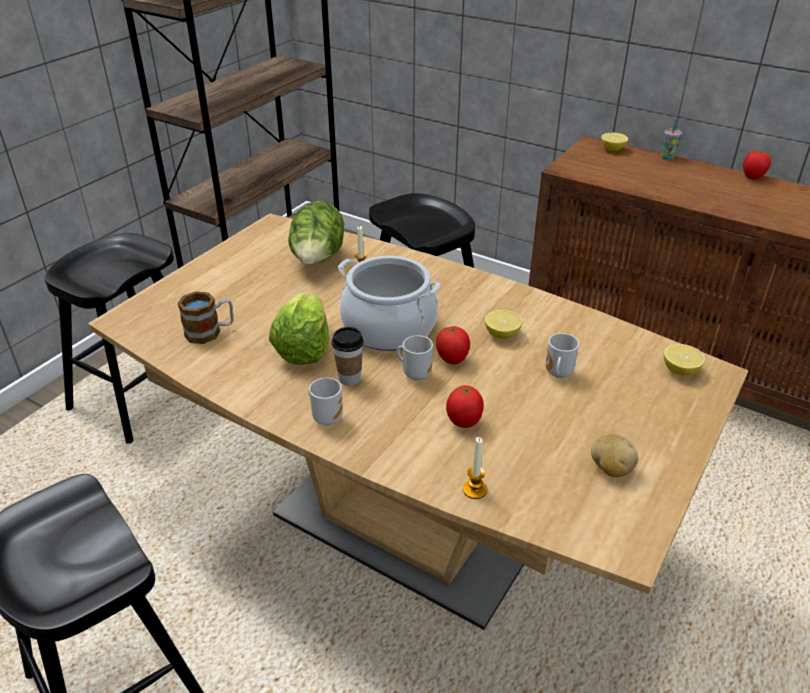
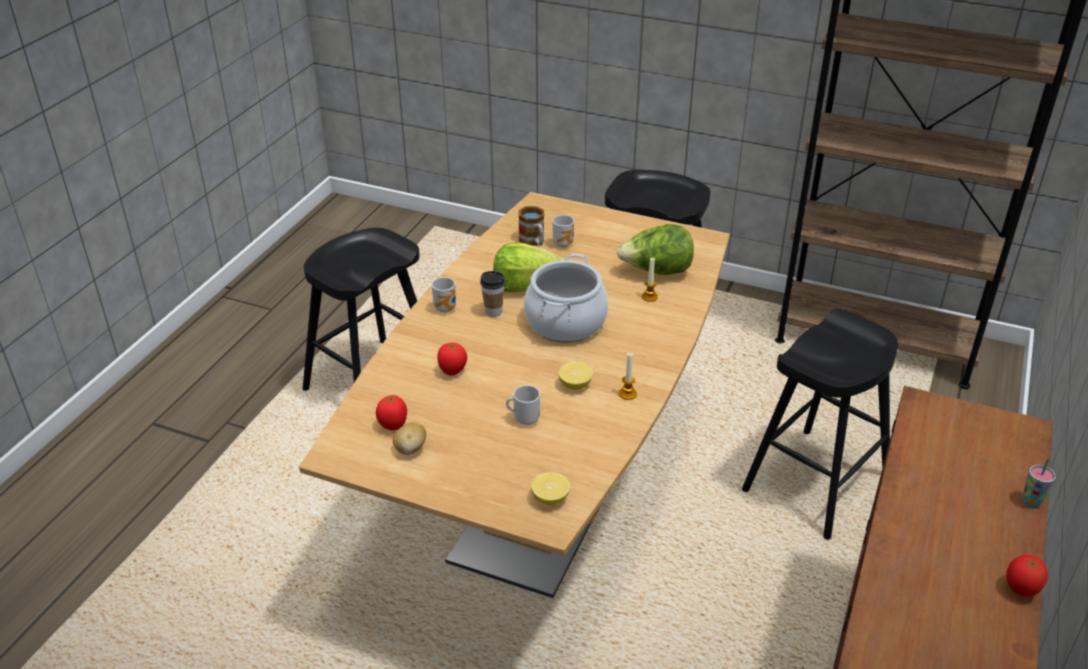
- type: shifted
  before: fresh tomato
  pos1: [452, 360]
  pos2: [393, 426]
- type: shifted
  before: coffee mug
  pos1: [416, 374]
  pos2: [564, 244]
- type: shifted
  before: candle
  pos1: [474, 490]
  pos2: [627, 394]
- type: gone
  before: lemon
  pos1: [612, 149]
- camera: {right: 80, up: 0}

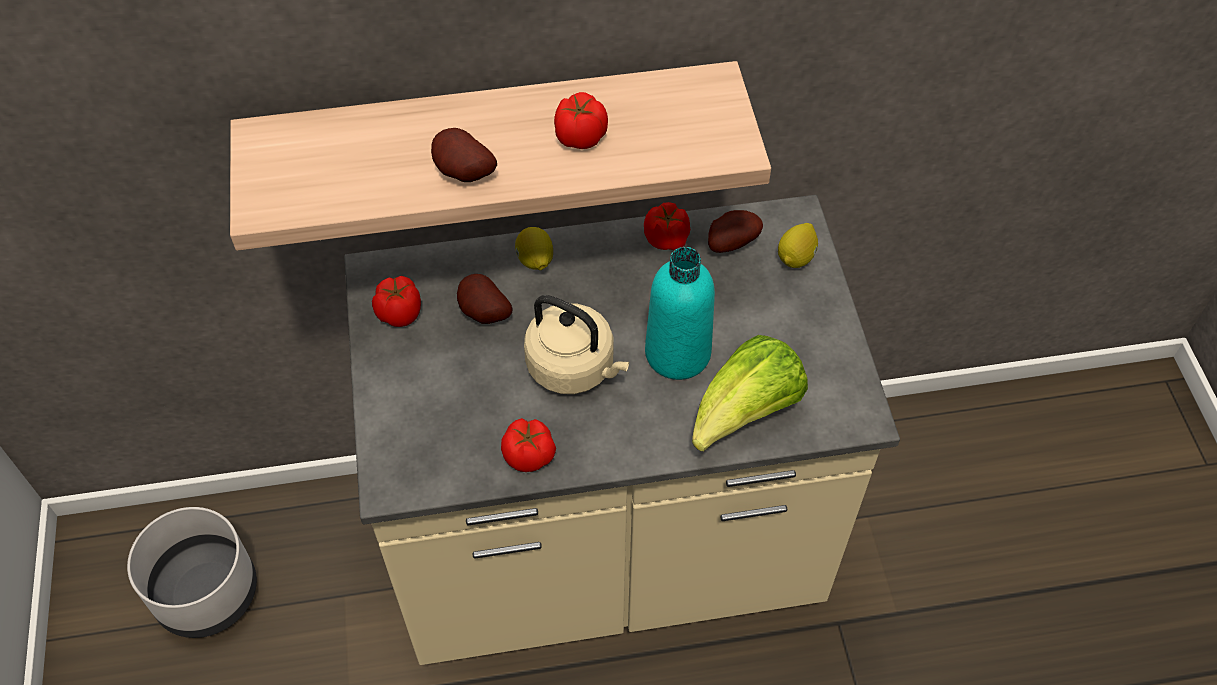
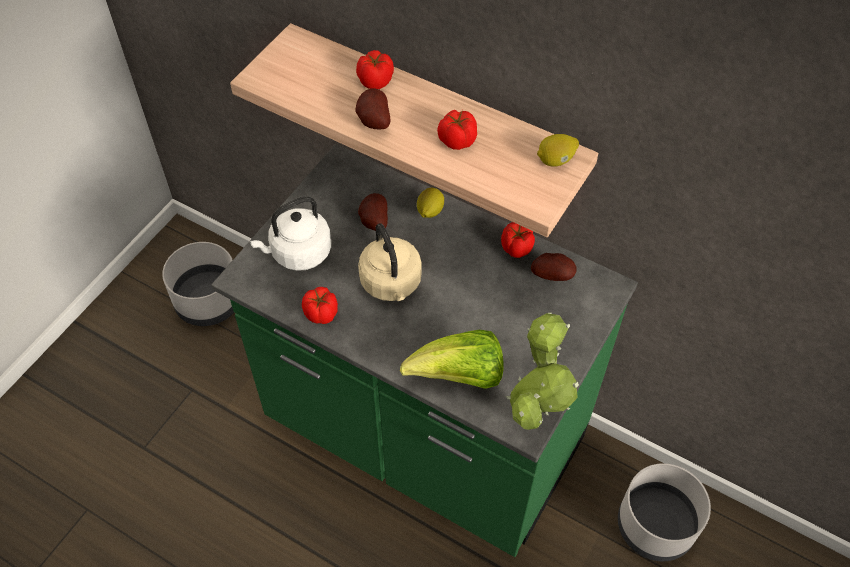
- type: repainted
  before: beige counter
  after: green counter
  pos1: [608, 554]
  pos2: [424, 436]
- type: new
  after: whitish kettle
  pos2: [298, 253]
- type: shifted
  before: fresh tomato
  pos1: [400, 312]
  pos2: [376, 81]
- type: new
  after: houseplant
  pos2: [533, 415]
- type: shifted
  before: lemon
  pos1: [796, 257]
  pos2: [555, 160]
- type: new
  after: gray planter
  pos2: [656, 525]
- type: gone
  before: turquoise-coloured drink bottle
  pos1: [677, 353]
- camera: {right: 40, up: 0}

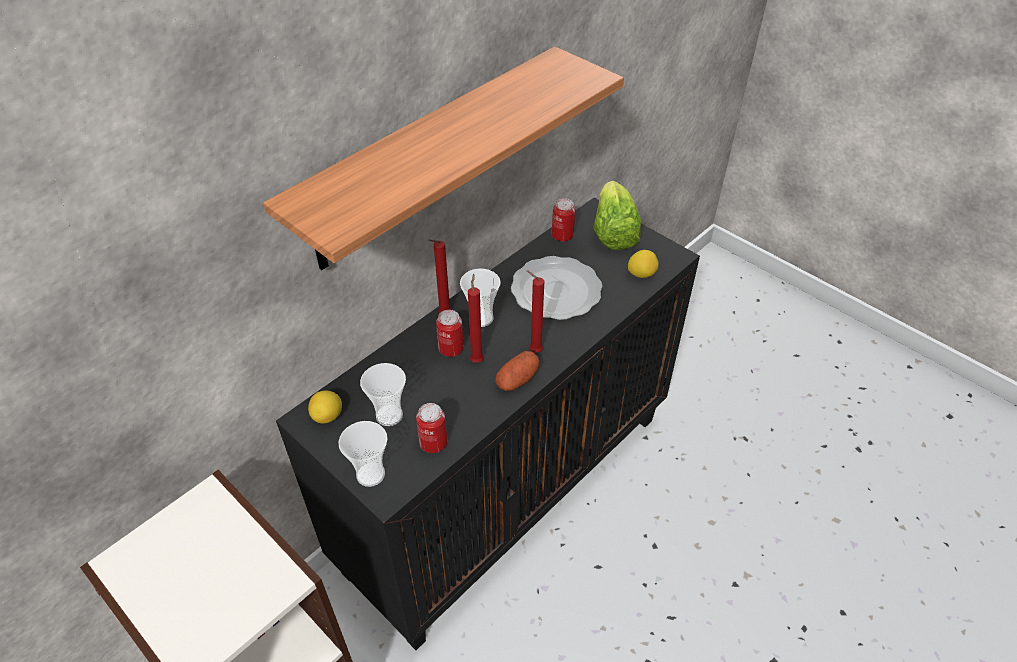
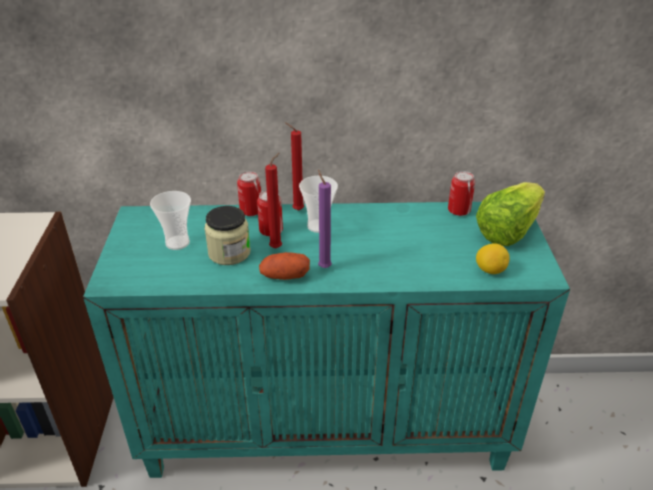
- type: repainted
  before: black-coloured cabinet
  after: turquoise-coloured cabinet
  pos1: [508, 488]
  pos2: [328, 427]
- type: new
  after: preserve jar
  pos2: [229, 253]
- type: shifted
  before: can
  pos1: [433, 443]
  pos2: [251, 211]
- type: repainted
  before: red-coloured candle
  after: purple-coloured candle
  pos1: [533, 351]
  pos2: [323, 266]
- type: gone
  before: shelf
  pos1: [429, 158]
- type: gone
  before: lemon
  pos1: [328, 416]
- type: gone
  before: small cup
  pos1: [370, 474]
- type: gone
  before: flat dish
  pos1: [557, 291]
- camera: {right: 45, up: -10}

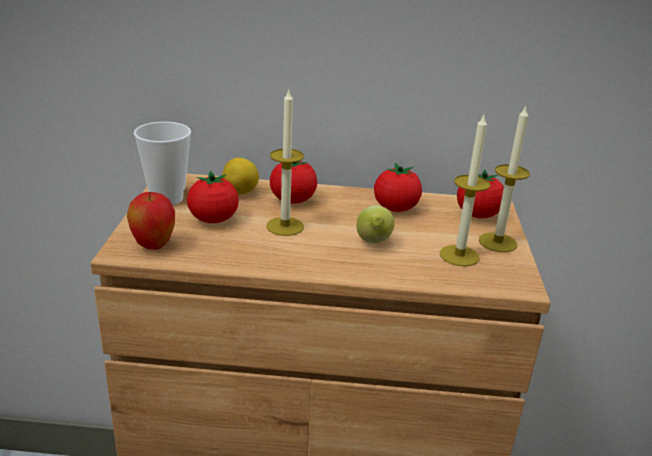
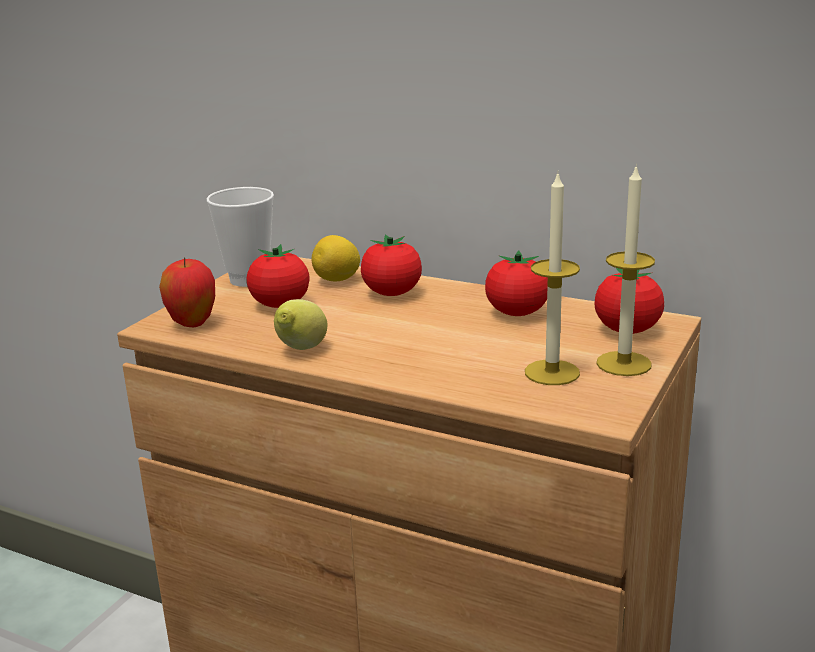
- type: shifted
  before: lemon
  pos1: [373, 243]
  pos2: [301, 350]
- type: gone
  before: candle
  pos1: [285, 226]
- camera: {right: 25, up: -5}

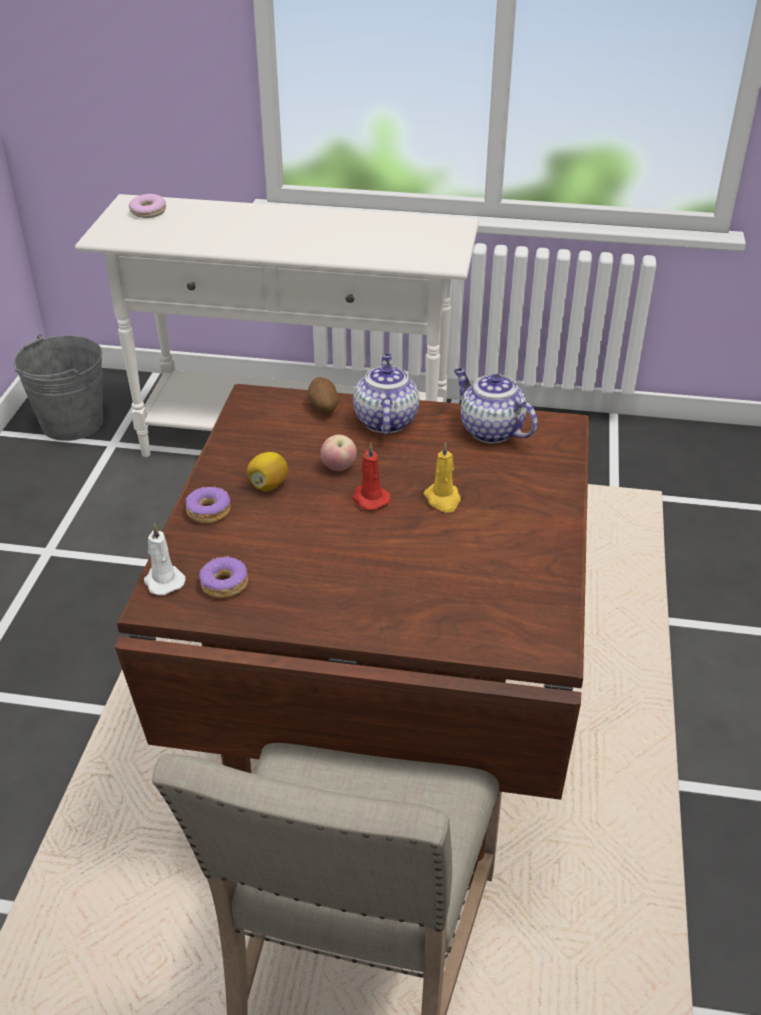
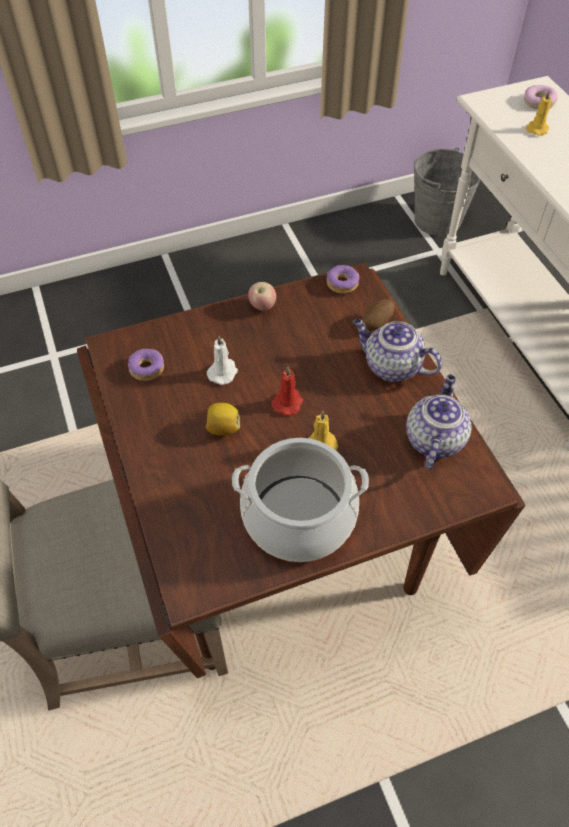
- type: shifted
  before: lemon
  pos1: [268, 485]
  pos2: [223, 428]
- type: shifted
  before: whitish candle
  pos1: [163, 581]
  pos2: [223, 372]
- type: new
  after: cooking pot
  pos2: [299, 517]
- type: shifted
  before: apple fruit
  pos1: [338, 468]
  pos2: [262, 306]
- type: shifted
  before: donut
  pos1: [208, 511]
  pos2: [342, 283]
- type: rotated
  before: teapot
  pos1: [385, 420]
  pos2: [391, 366]
  turn: -120
- type: new
  after: yellowish candle
  pos2: [537, 129]
- camera: {right: 60, up: 15}

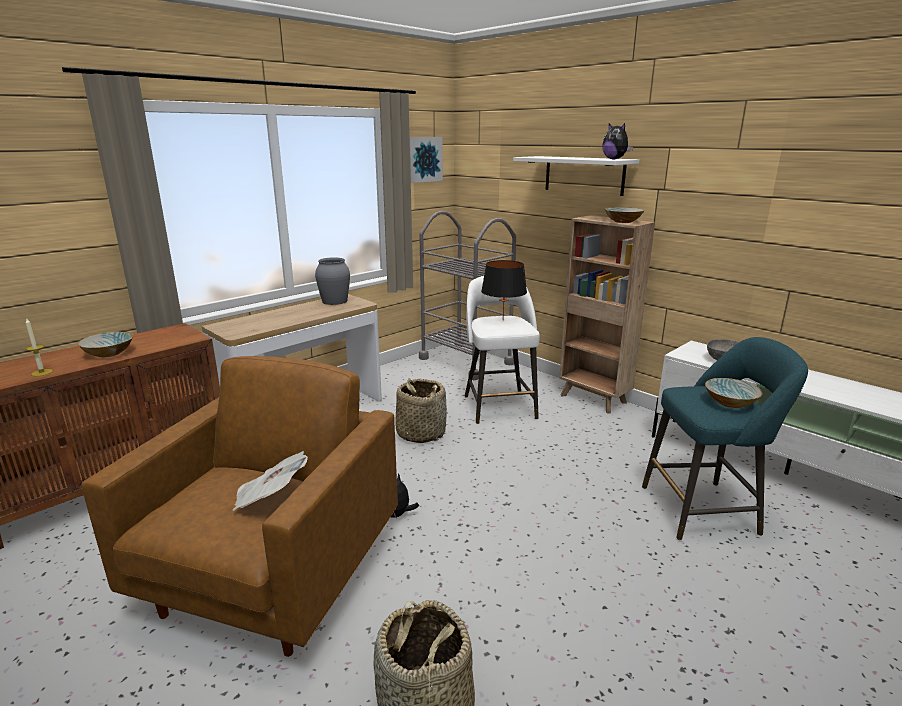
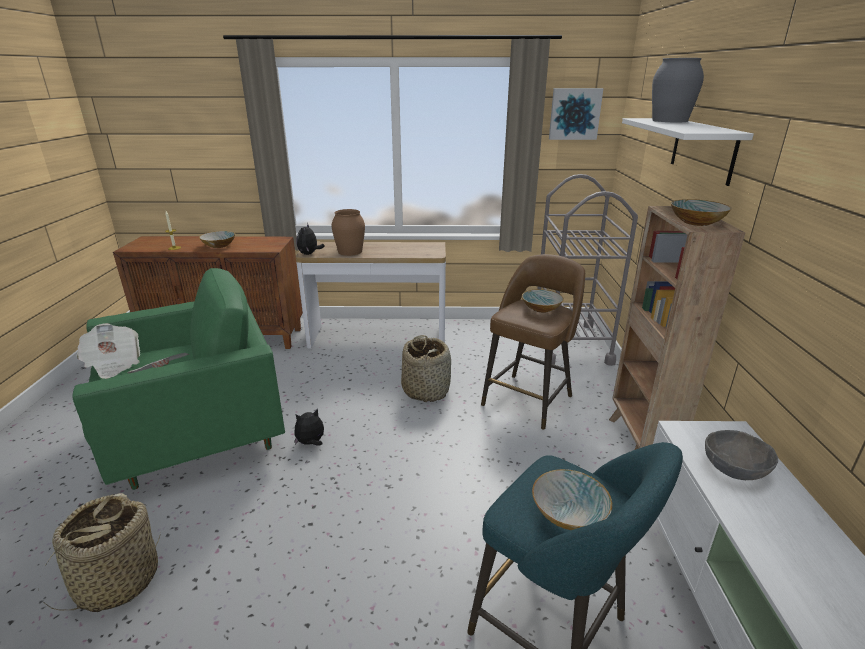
- type: repainted
  before: brown easy chair
  after: green easy chair
  pos1: [272, 576]
  pos2: [197, 437]
- type: new
  after: printed paper
  pos2: [113, 364]
- type: shifted
  before: plush toy
  pos1: [615, 159]
  pos2: [309, 254]
- type: new
  after: brown decorative vase
  pos2: [349, 251]
- type: repainted
  before: whitish sitting stool
  after: brown sitting stool
  pos1: [499, 406]
  pos2: [528, 399]
- type: swapped
  before: black-coloured lamp for a table
  after: deep dish
  pos1: [503, 320]
  pos2: [541, 308]
- type: shifted
  before: gray decorative vase
  pos1: [334, 301]
  pos2: [669, 121]
- camera: {right: 45, up: 5}

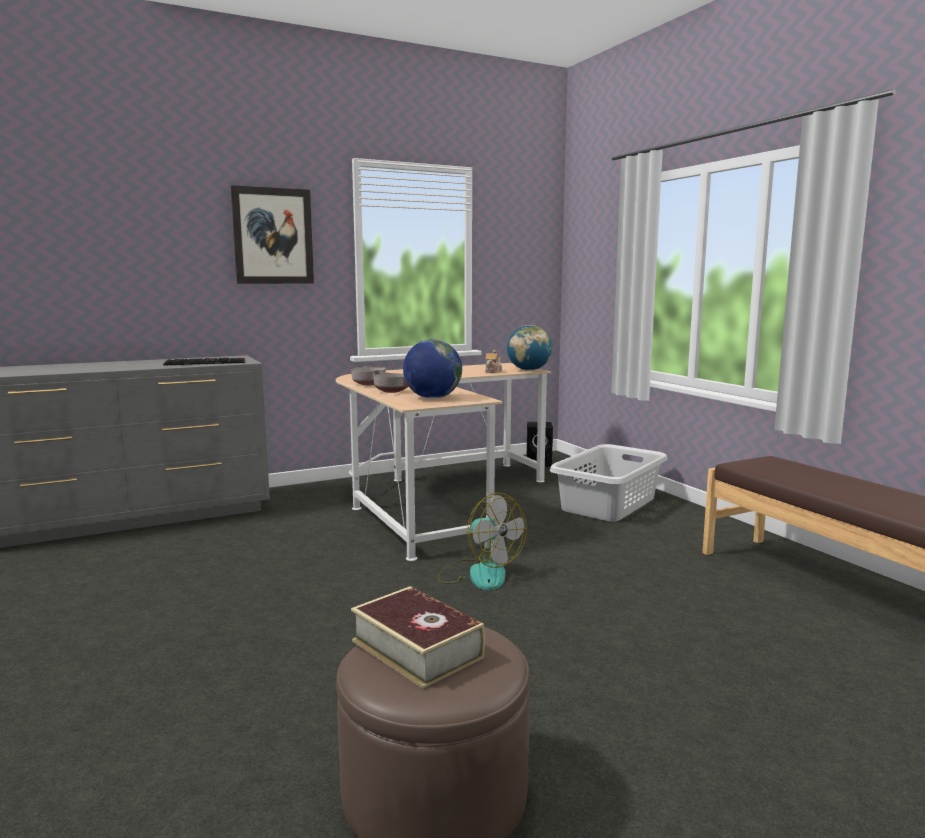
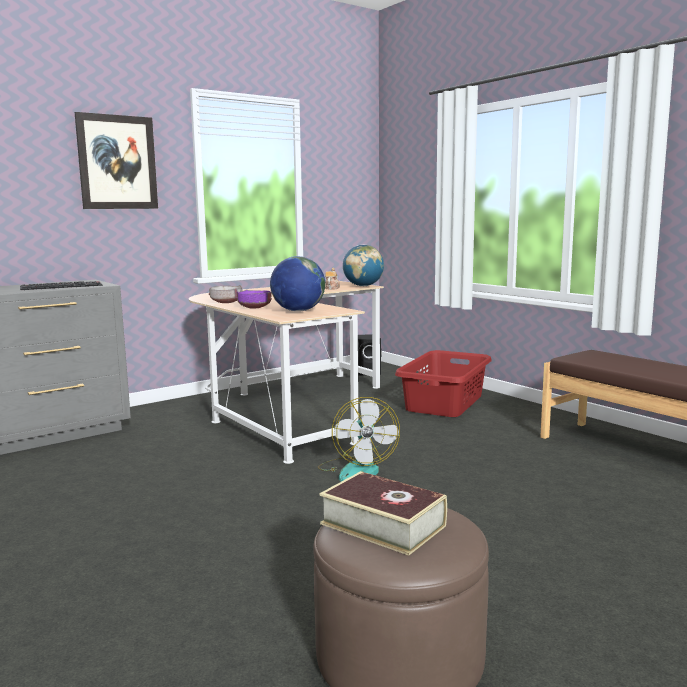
- type: repainted
  before: gray deep dish
  after: purple-coloured deep dish
  pos1: [392, 392]
  pos2: [254, 307]
- type: rotated
  before: fan
  pos1: [479, 574]
  pos2: [356, 469]
  turn: 45
- type: repainted
  before: gray laundry basket
  after: red-coloured laundry basket
  pos1: [609, 504]
  pos2: [445, 403]
- camera: {right: -10, up: 0}

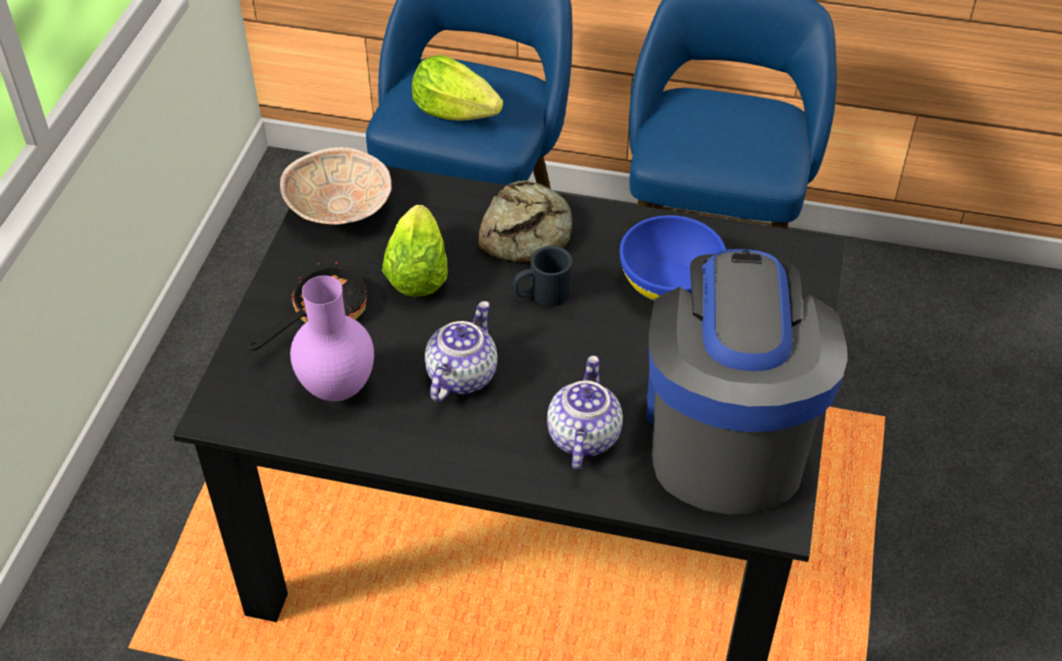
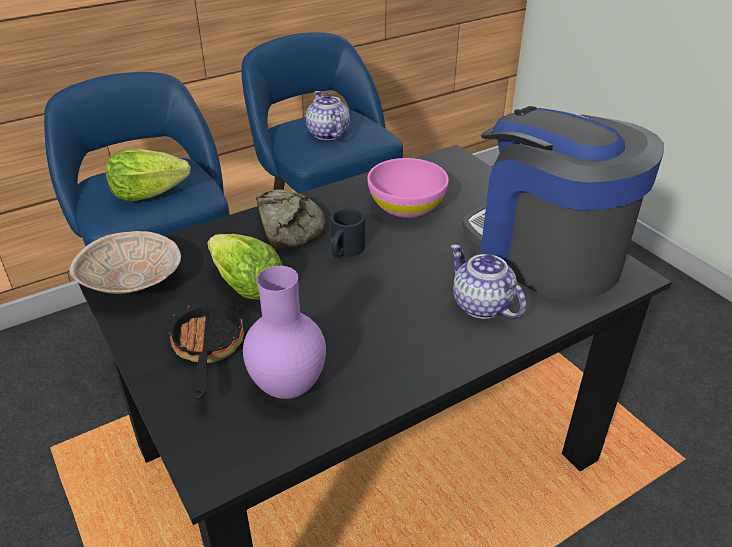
- type: shifted
  before: teapot
  pos1: [461, 375]
  pos2: [327, 134]
- type: repainted
  before: bluish deep dish
  after: pink-coloured deep dish
  pos1: [669, 282]
  pos2: [406, 206]
- camera: {right: -45, up: -10}

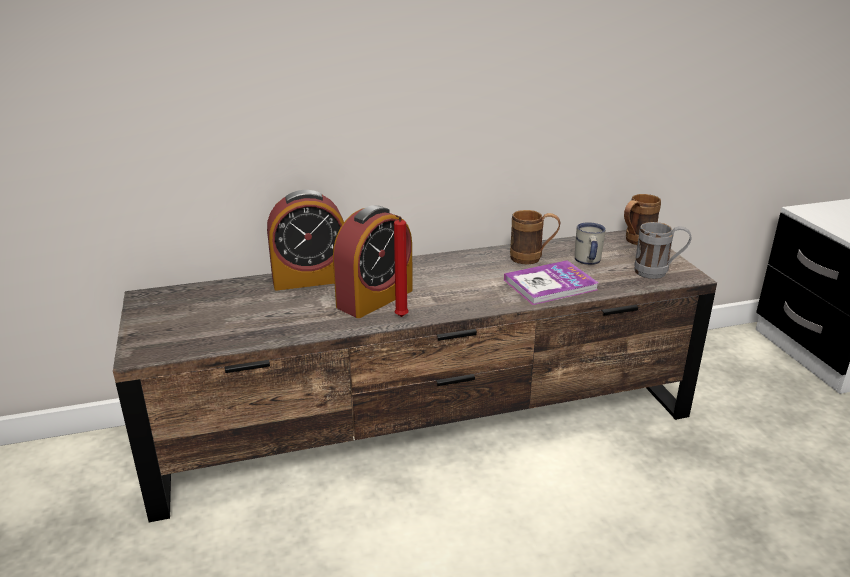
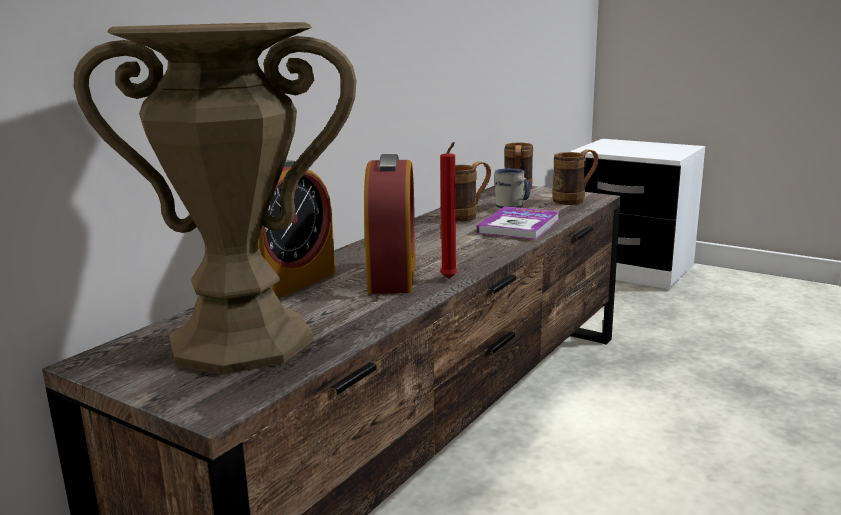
- type: new
  after: brown decorative vase
  pos2: [242, 341]
- type: repainted
  before: gray coffee mug
  after: brown coffee mug
  pos1: [658, 273]
  pos2: [575, 200]
- camera: {right: -40, up: -10}

